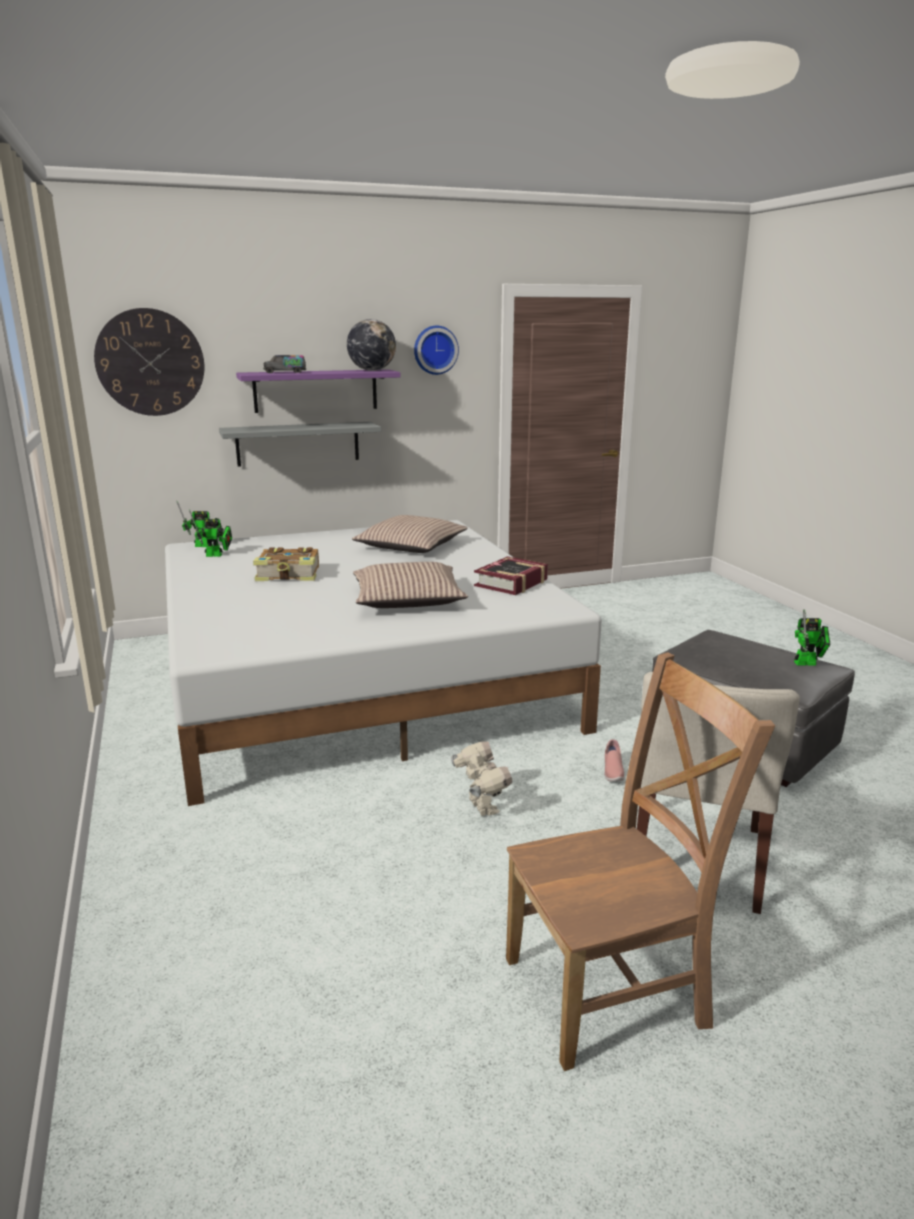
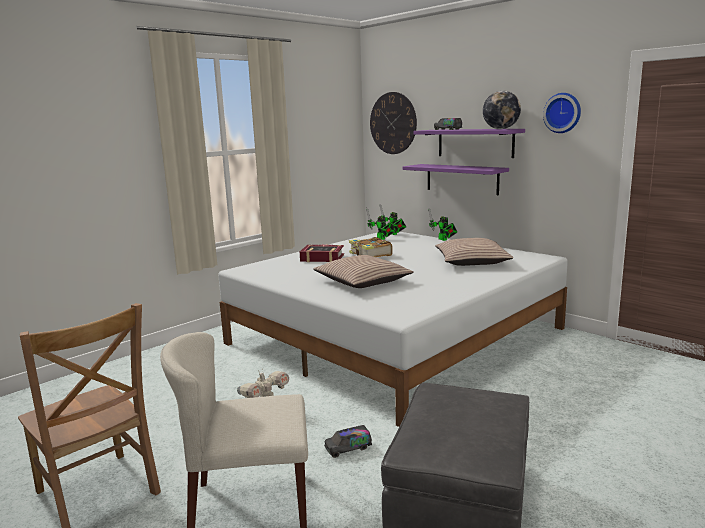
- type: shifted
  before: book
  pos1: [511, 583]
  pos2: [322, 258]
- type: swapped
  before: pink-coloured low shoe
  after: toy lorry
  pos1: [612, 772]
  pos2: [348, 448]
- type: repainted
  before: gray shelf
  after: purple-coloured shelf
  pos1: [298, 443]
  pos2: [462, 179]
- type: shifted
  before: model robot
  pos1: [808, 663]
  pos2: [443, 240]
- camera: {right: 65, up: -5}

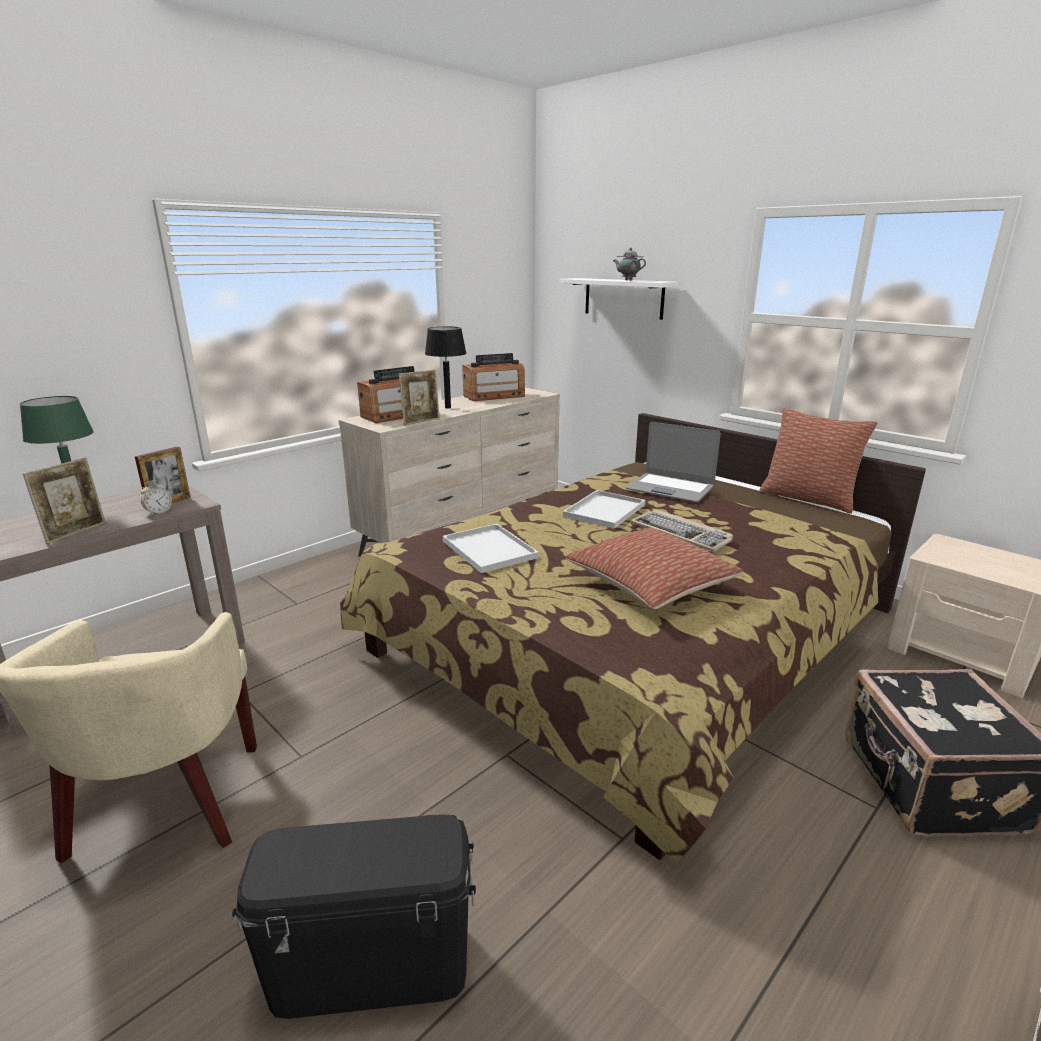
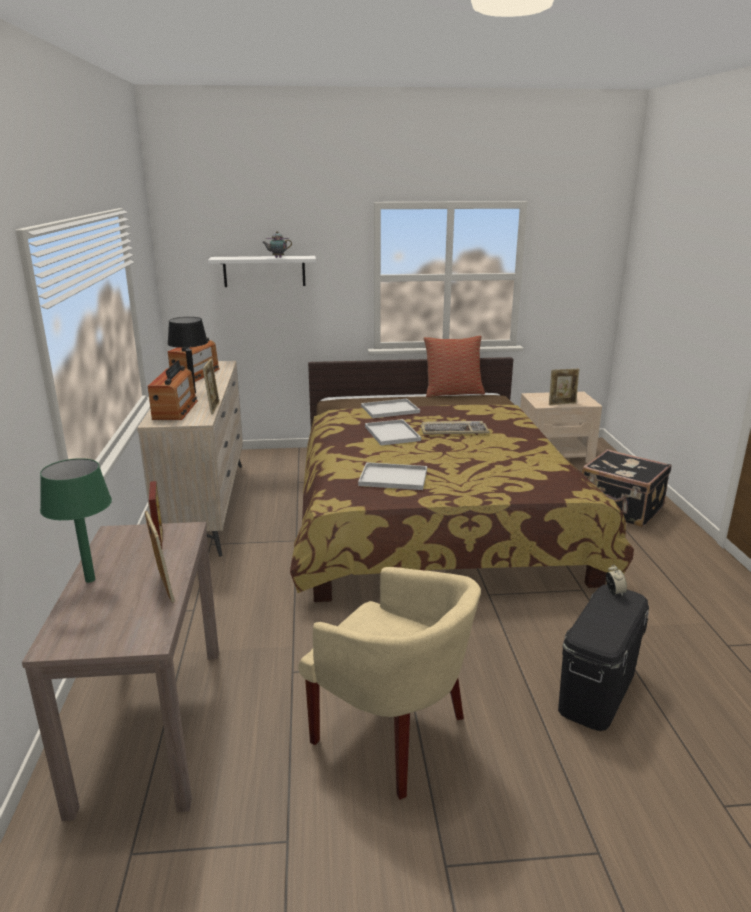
- type: swapped
  before: laptop
  after: whitish carrying tray
  pos1: [670, 488]
  pos2: [391, 409]
- type: new
  after: picture frame
  pos2: [562, 404]
- type: shifted
  before: bedside clock
  pos1: [159, 512]
  pos2: [614, 592]
- type: gone
  before: cushion
  pos1: [651, 584]
- camera: {right: -50, up: 0}

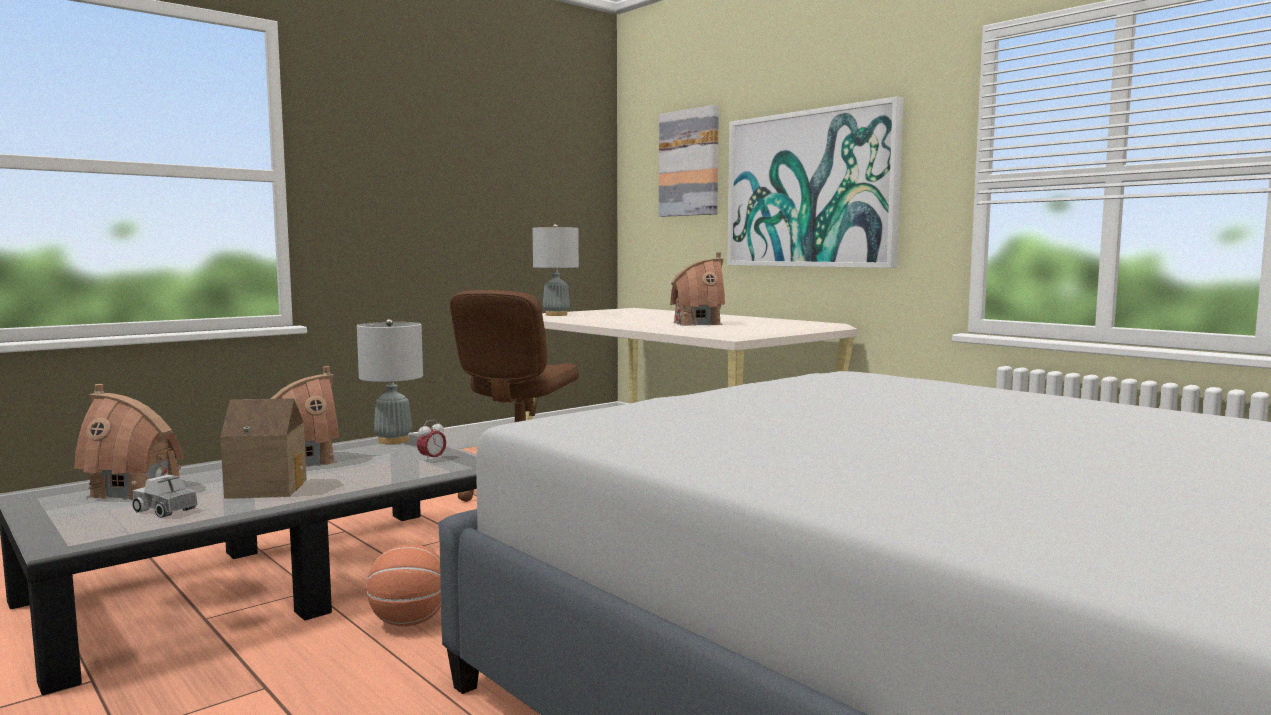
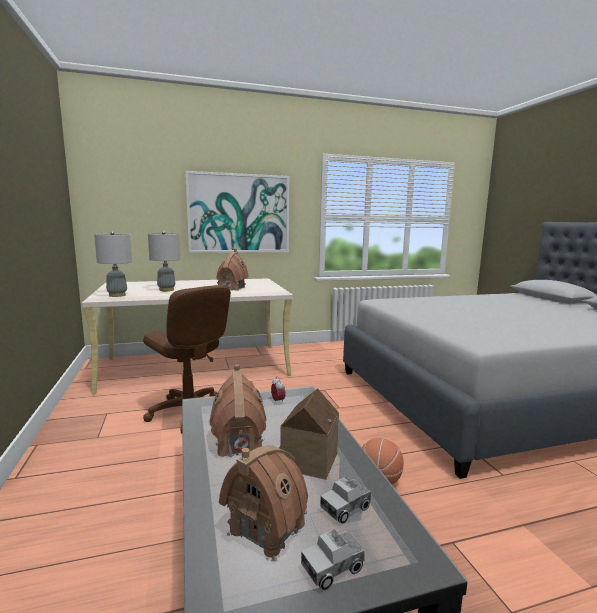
- type: shifted
  before: gray lamp for a table
  pos1: [393, 441]
  pos2: [166, 290]
- type: new
  after: toy lorry
  pos2: [332, 567]
- type: gone
  before: wall art
  pos1: [689, 163]
- camera: {right: -65, up: 5}

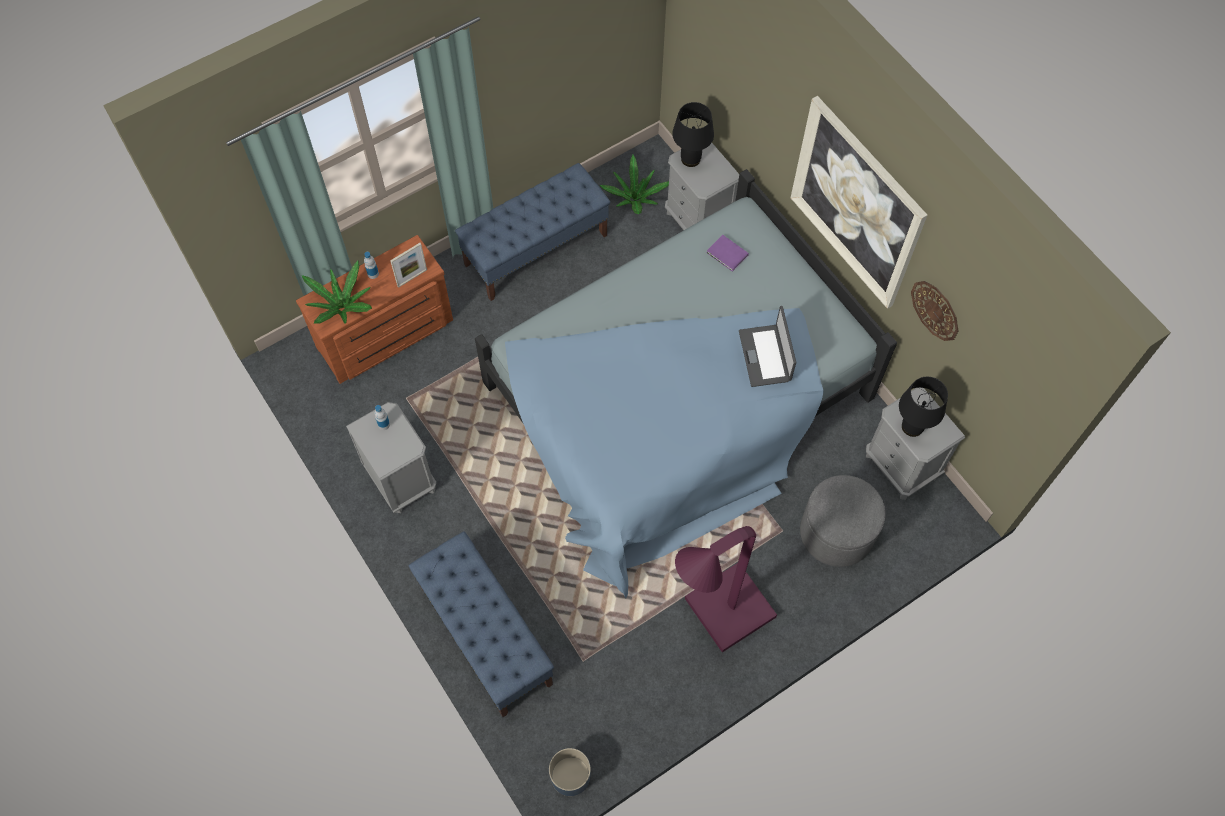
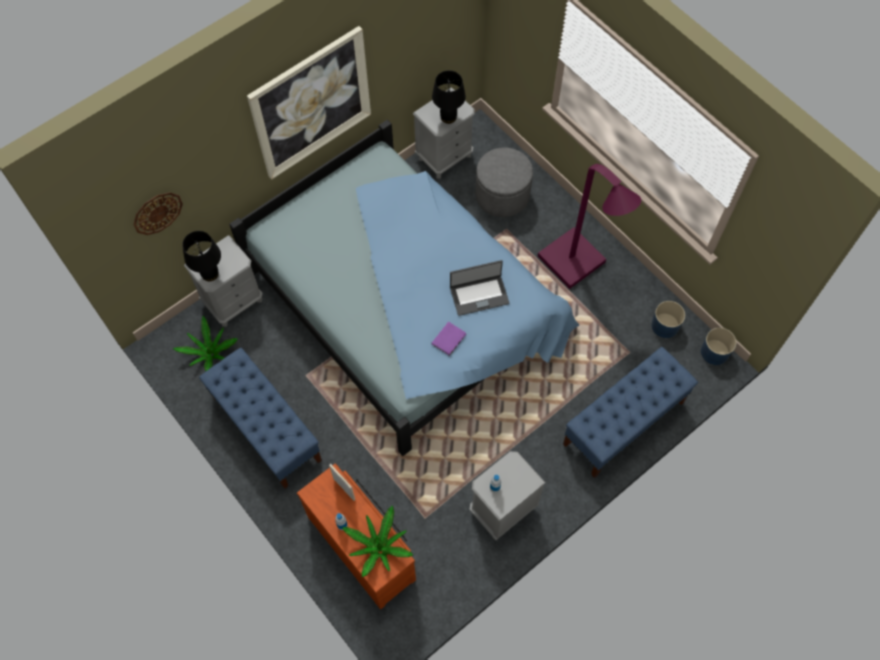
- type: shifted
  before: clock on the wall
  pos1: [935, 310]
  pos2: [157, 213]
- type: shifted
  before: purple-coloured book
  pos1: [727, 255]
  pos2: [449, 339]
- type: shifted
  before: laptop
  pos1: [765, 356]
  pos2: [479, 295]
- type: new
  after: bluish planter
  pos2: [665, 326]
- camera: {right: -95, up: 0}

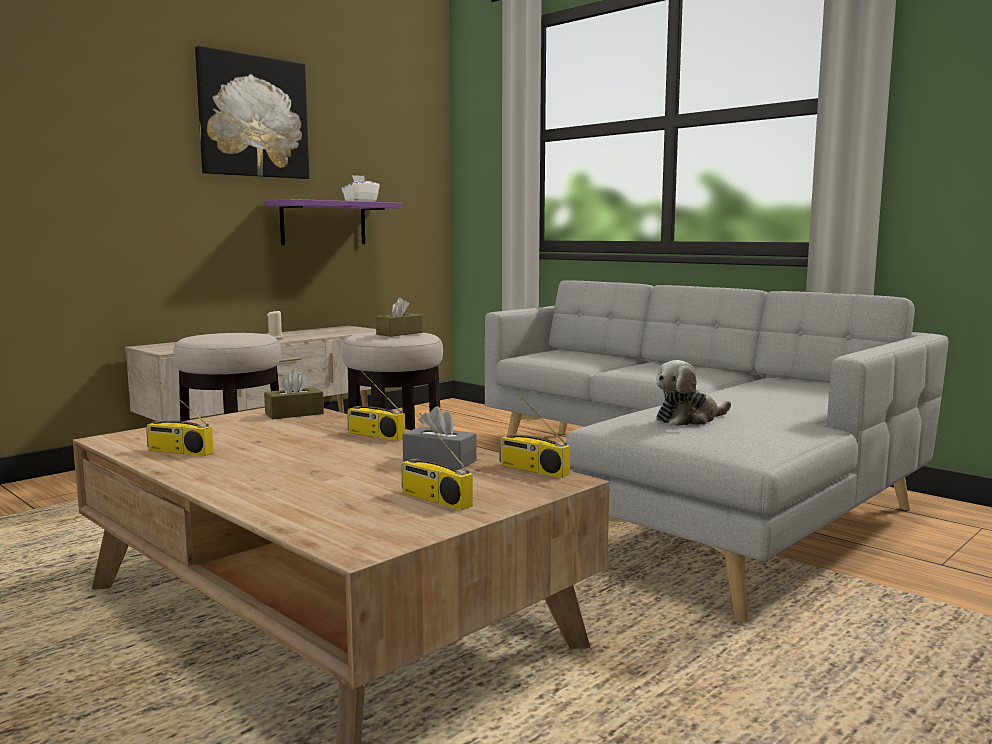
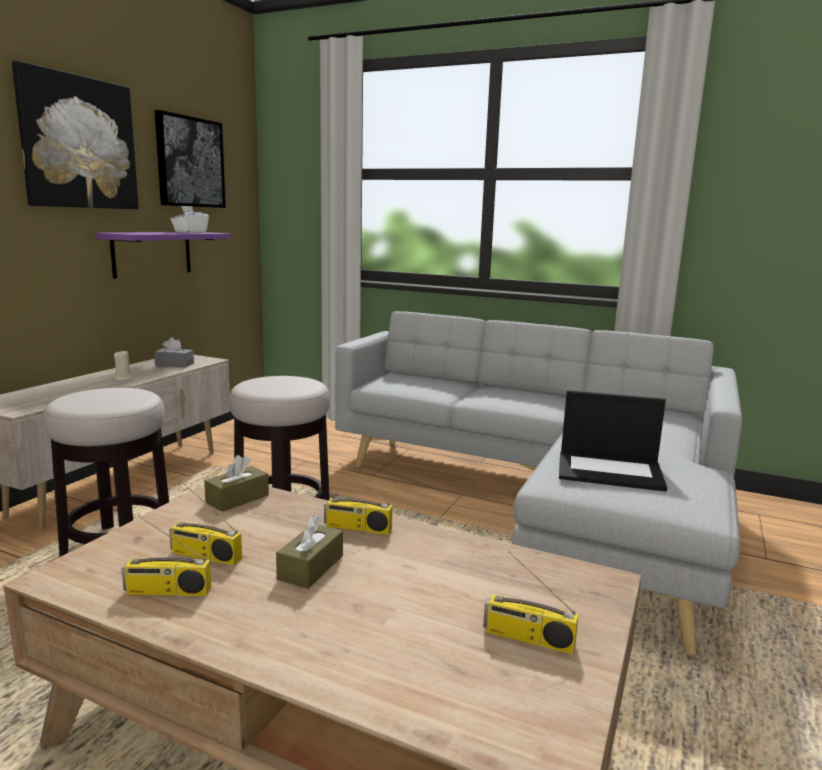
- type: new
  after: wall art
  pos2: [190, 162]
- type: shifted
  before: gray tissue box
  pos1: [439, 461]
  pos2: [174, 364]
- type: shifted
  before: radio receiver
  pos1: [532, 469]
  pos2: [204, 556]
- type: shifted
  before: brown tissue box
  pos1: [399, 333]
  pos2: [311, 567]
- type: swapped
  before: plush toy
  after: laptop
  pos1: [689, 419]
  pos2: [611, 471]
- camera: {right: -20, up: 5}

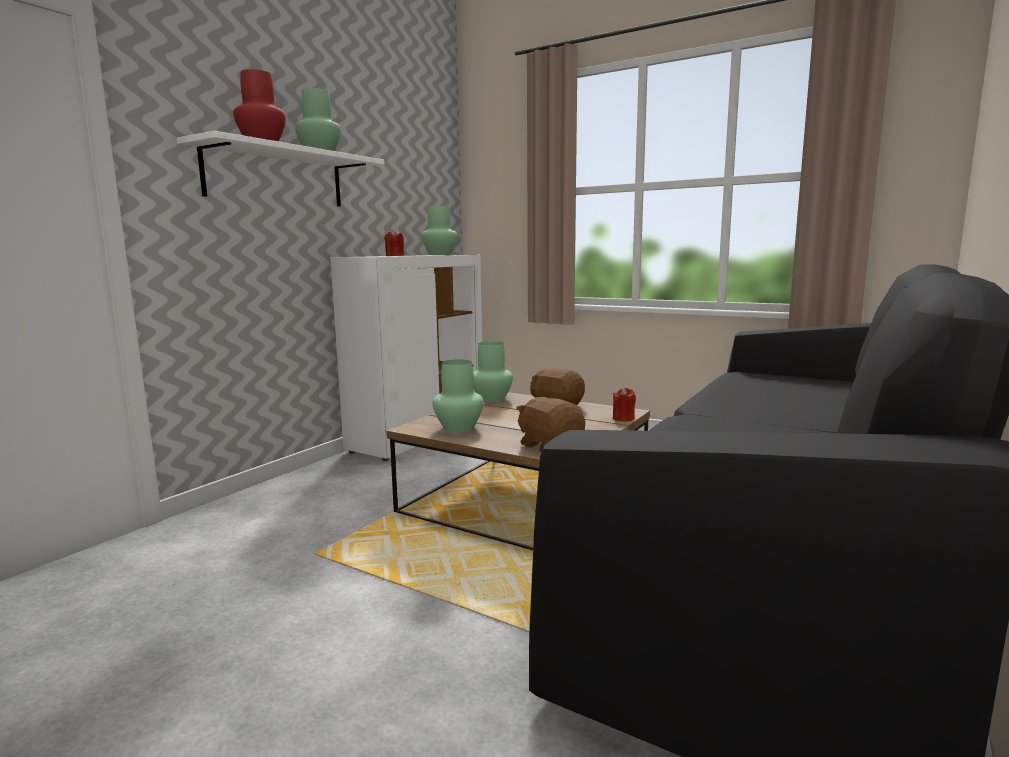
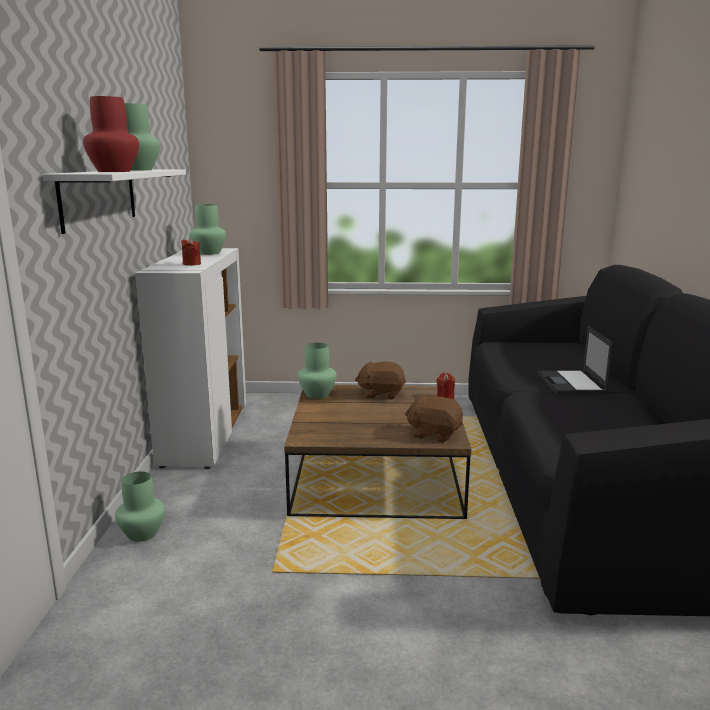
- type: shifted
  before: green decorative vase
  pos1: [458, 428]
  pos2: [142, 533]
- type: new
  after: laptop
  pos2: [571, 383]
- camera: {right: -30, up: 5}

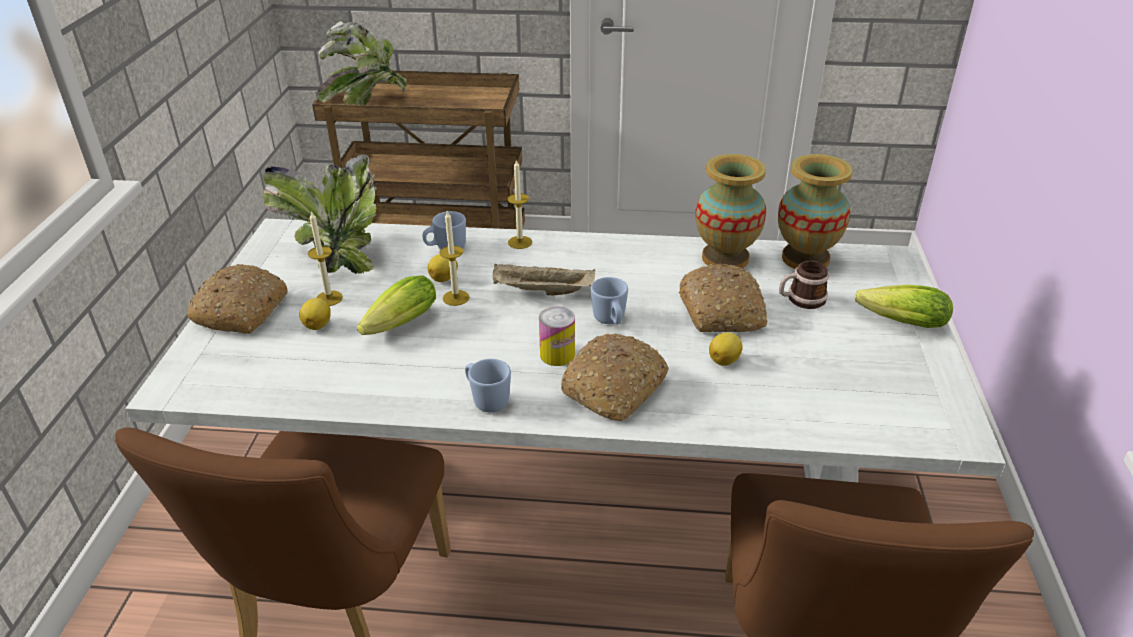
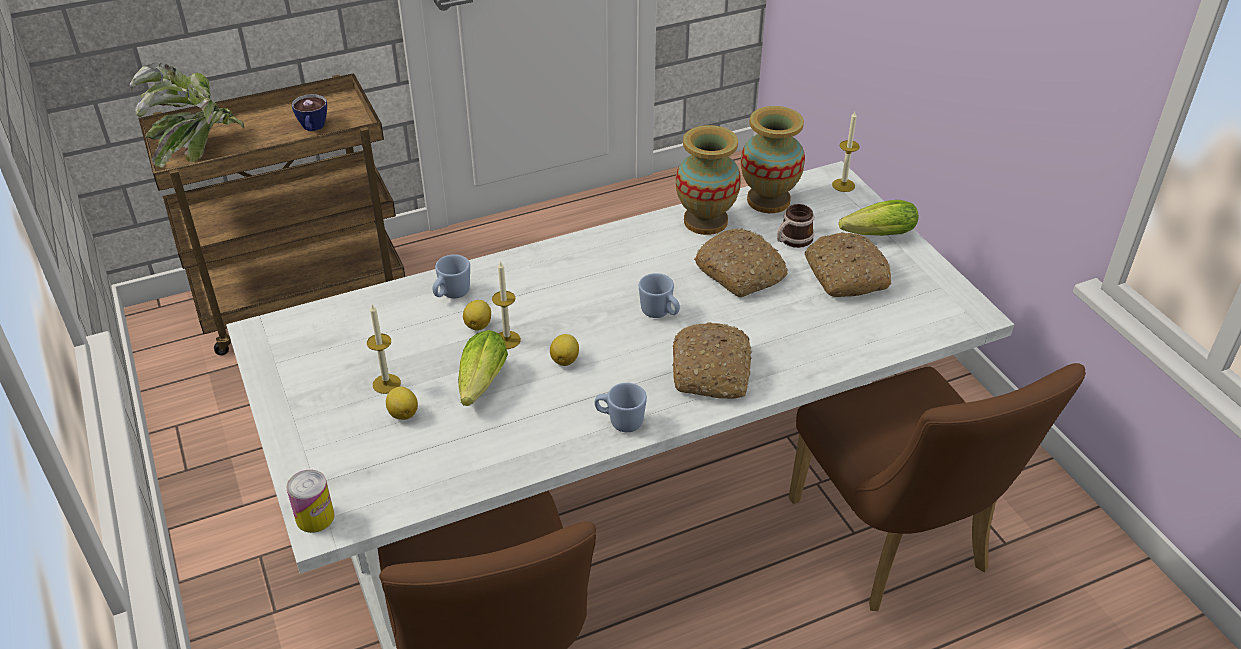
- type: shifted
  before: can
  pos1: [557, 354]
  pos2: [315, 517]
- type: new
  after: small cup
  pos2: [313, 128]
- type: shifted
  before: lemon
  pos1: [724, 360]
  pos2: [565, 359]
- type: shifted
  before: baked bread
  pos1: [241, 310]
  pos2: [844, 275]
- type: shifted
  before: candle
  pos1: [520, 242]
  pos2: [843, 185]
- type: gone
  before: houseplant
  pos1: [340, 254]
- type: gone
  before: beige carrying tray
  pos1: [542, 292]
- camera: {right: -30, up: 5}

